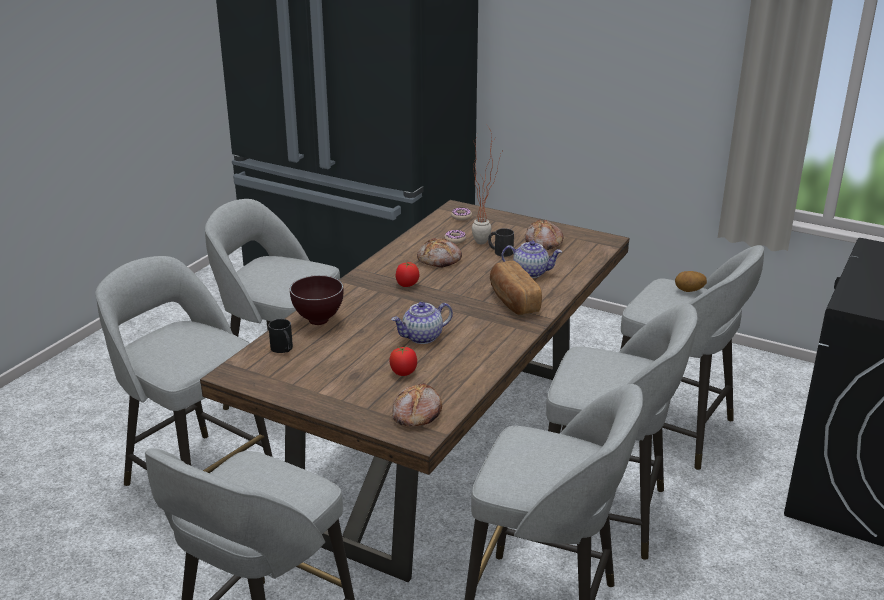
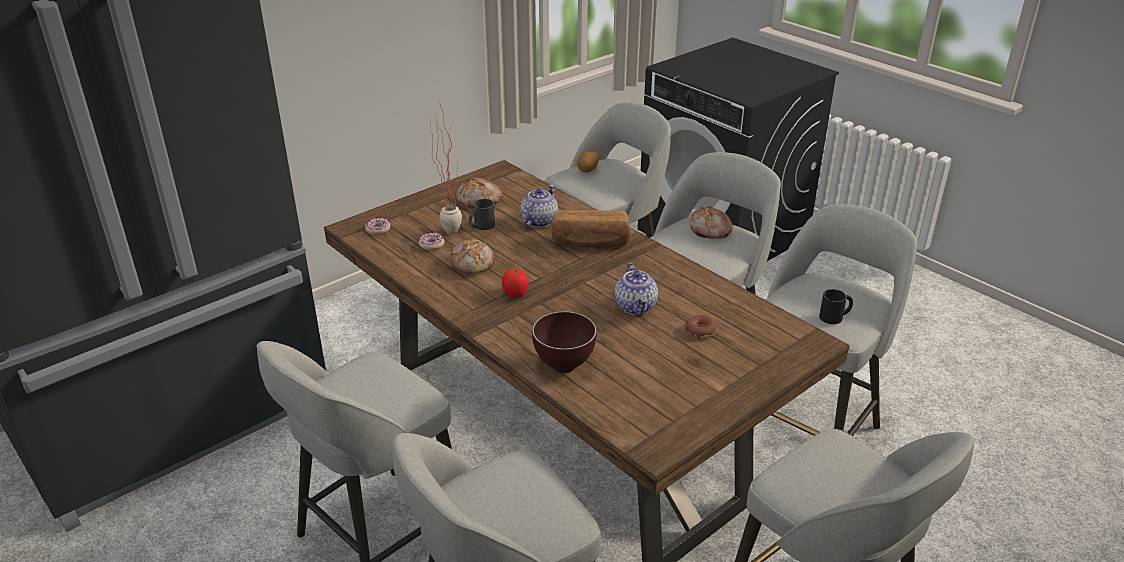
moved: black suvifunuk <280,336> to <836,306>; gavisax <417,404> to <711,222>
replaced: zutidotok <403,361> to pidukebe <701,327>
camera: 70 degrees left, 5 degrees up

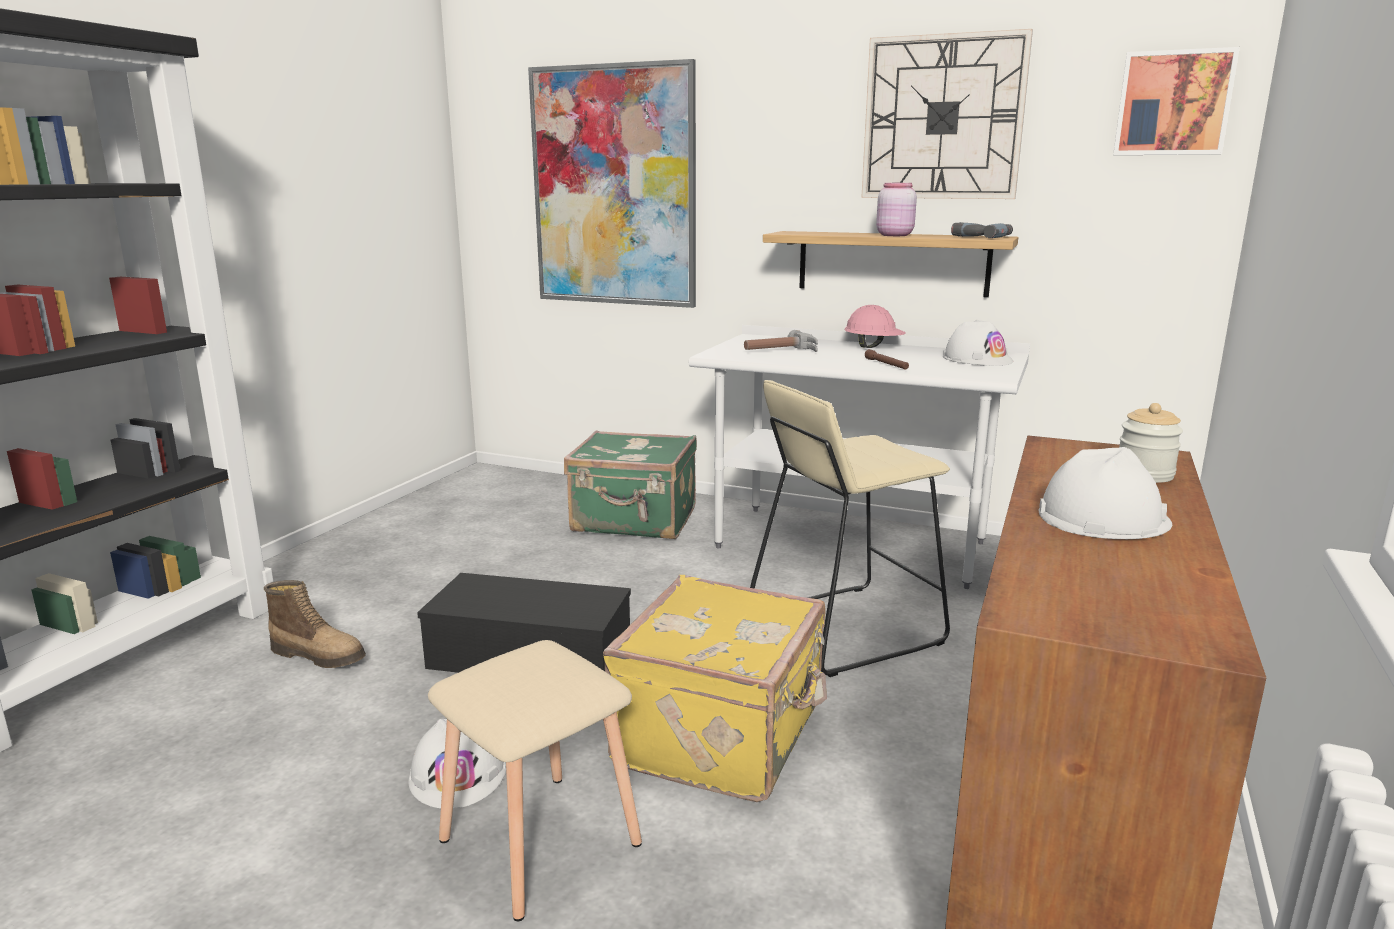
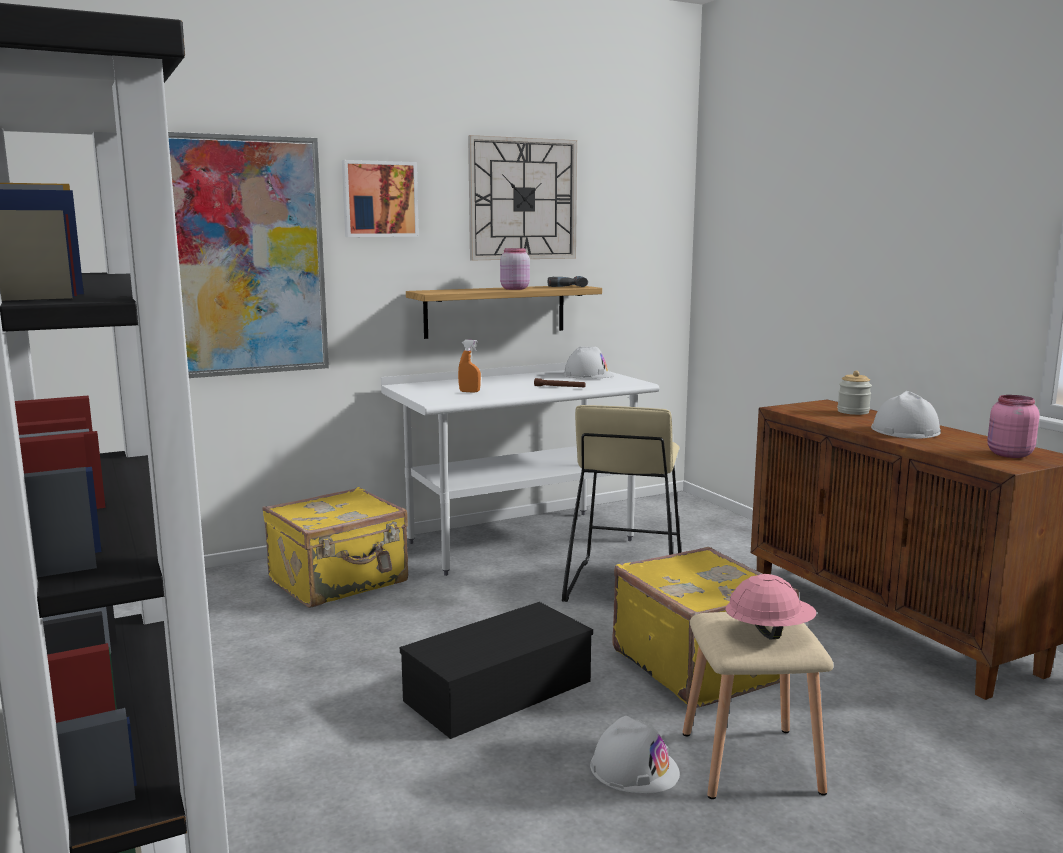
removed: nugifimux <315,624>
added: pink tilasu <1013,426>
moved: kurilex <1176,101> to <380,198>; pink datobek <875,326> to <770,607>
replaced: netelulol <781,341> to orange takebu <469,366>
recoloured: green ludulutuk <630,484> to yellow ludulutuk <335,547>
camera: 50 degrees left, 5 degrees down

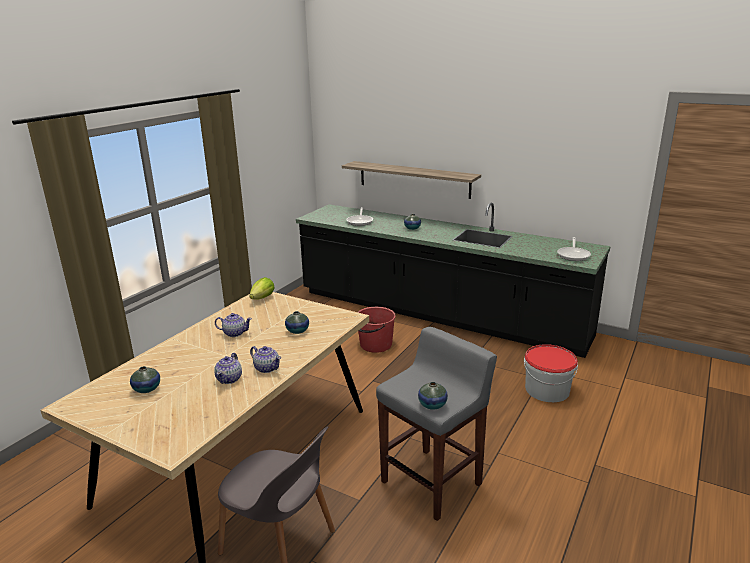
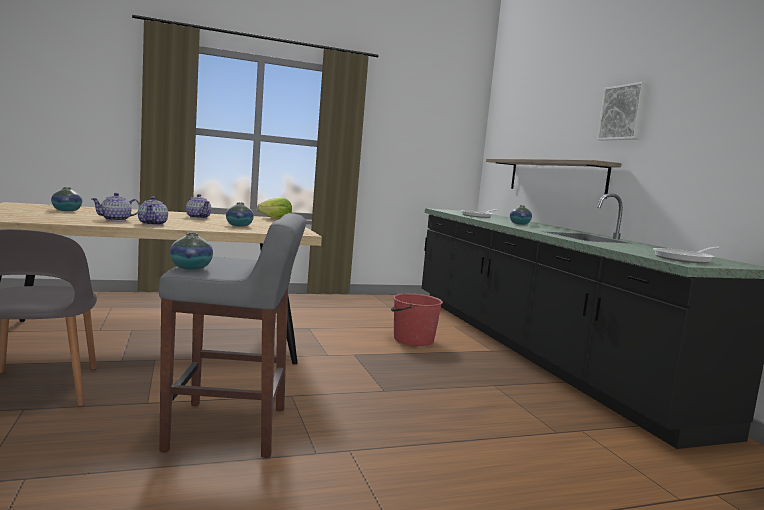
removed: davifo <551,373>
added: kurilex <622,111>
camera: 40 degrees right, 15 degrees down

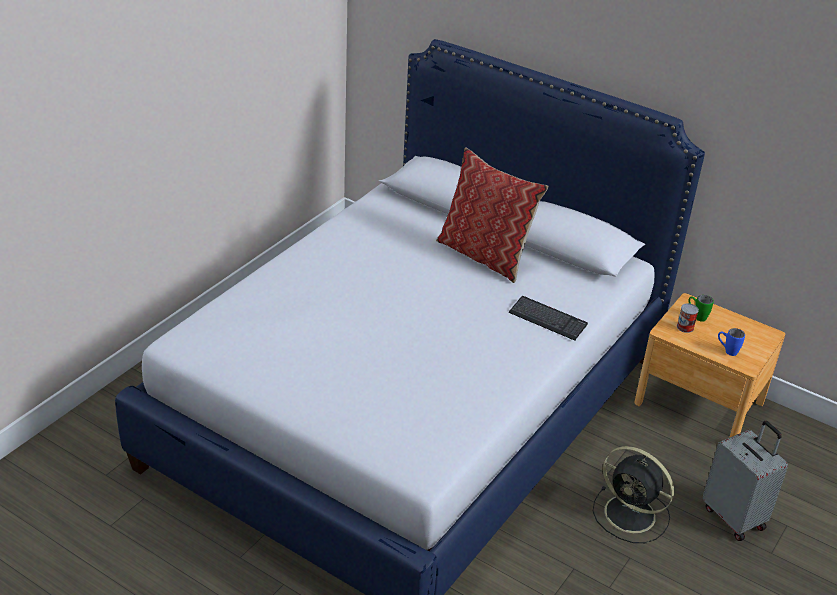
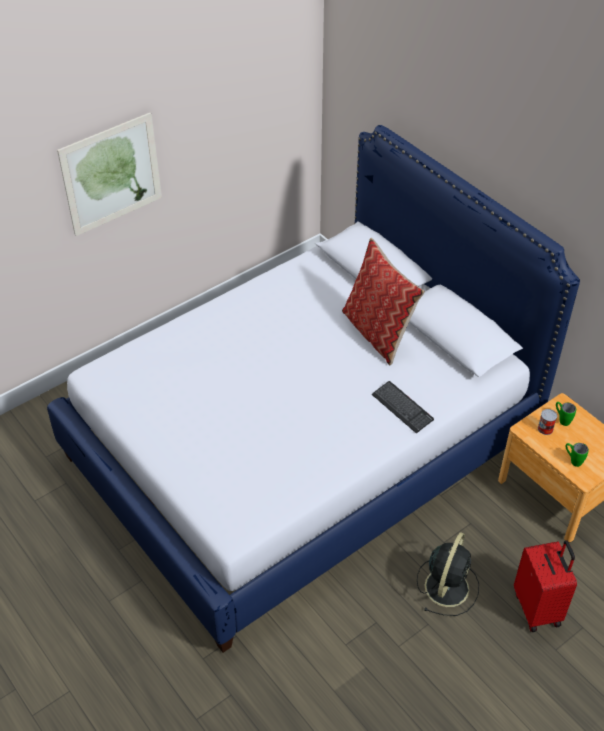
added: kurilex <109,174>
recoloured: blue suvifunuk <731,342> to green suvifunuk <577,455>; grey ludulutuk <745,481> to red ludulutuk <545,586>
turned: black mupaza <633,494> = <448,574> 120 degrees counterclockwise
camera: 20 degrees right, 10 degrees up

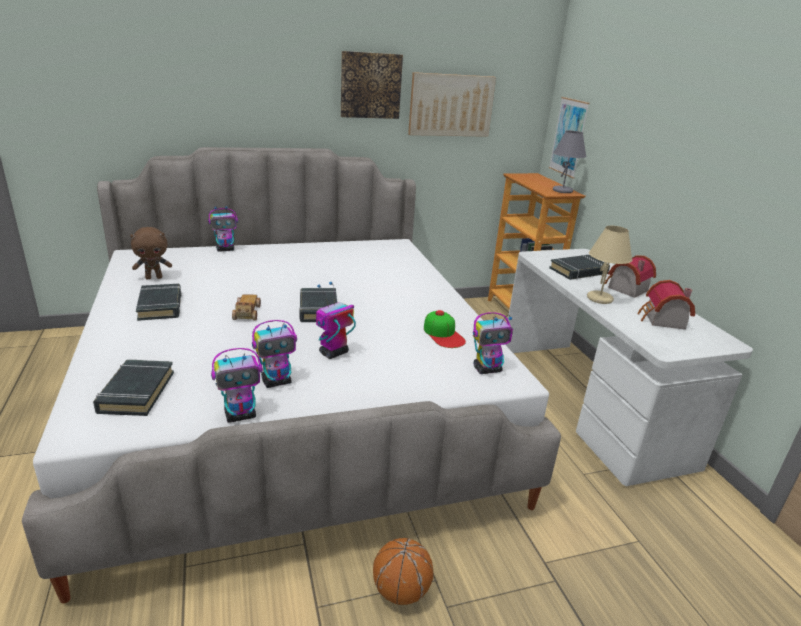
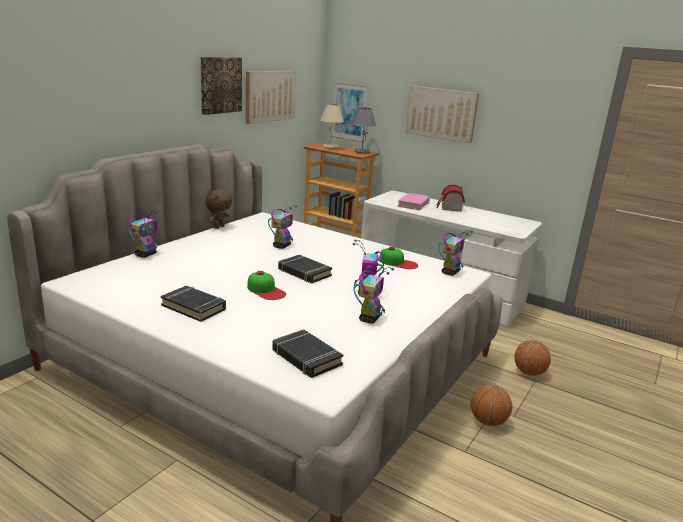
removed: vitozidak <666,305>
added: kurilex <442,114>; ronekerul <533,358>
moved: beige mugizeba <609,265> to <332,126>; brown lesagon <151,253> to <219,209>; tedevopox <237,385> to <282,227>
replaced: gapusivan <246,307> to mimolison <266,285>
recoloured: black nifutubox <579,267> to pink nifutubox <414,201>
camera: 40 degrees left, 5 degrees down

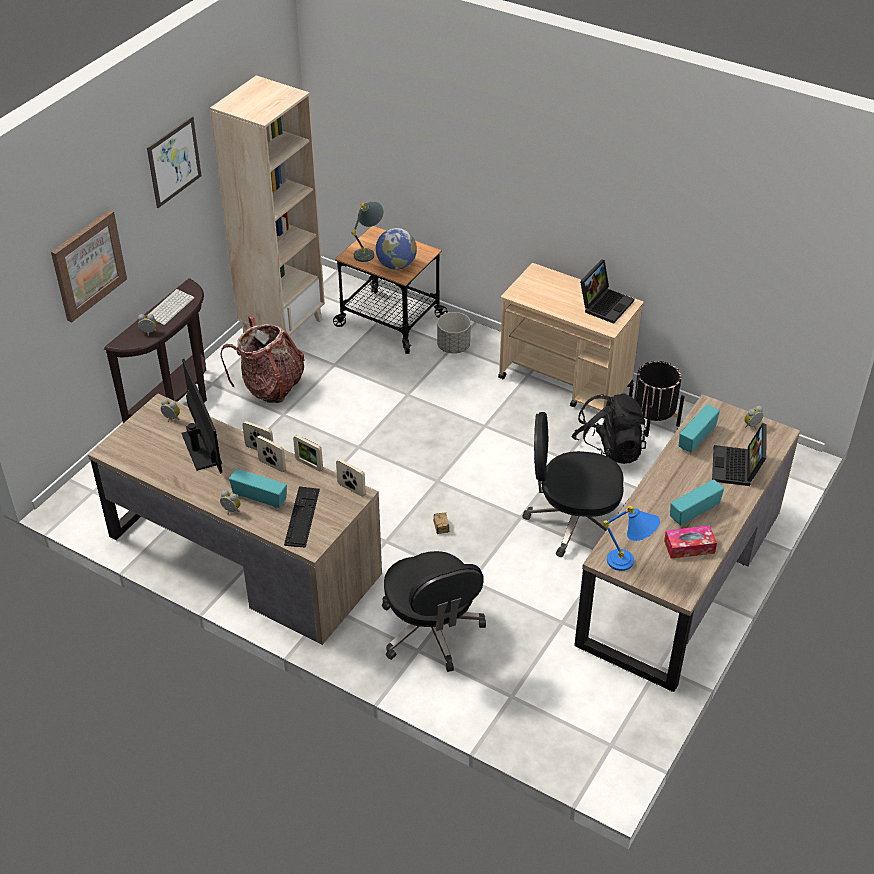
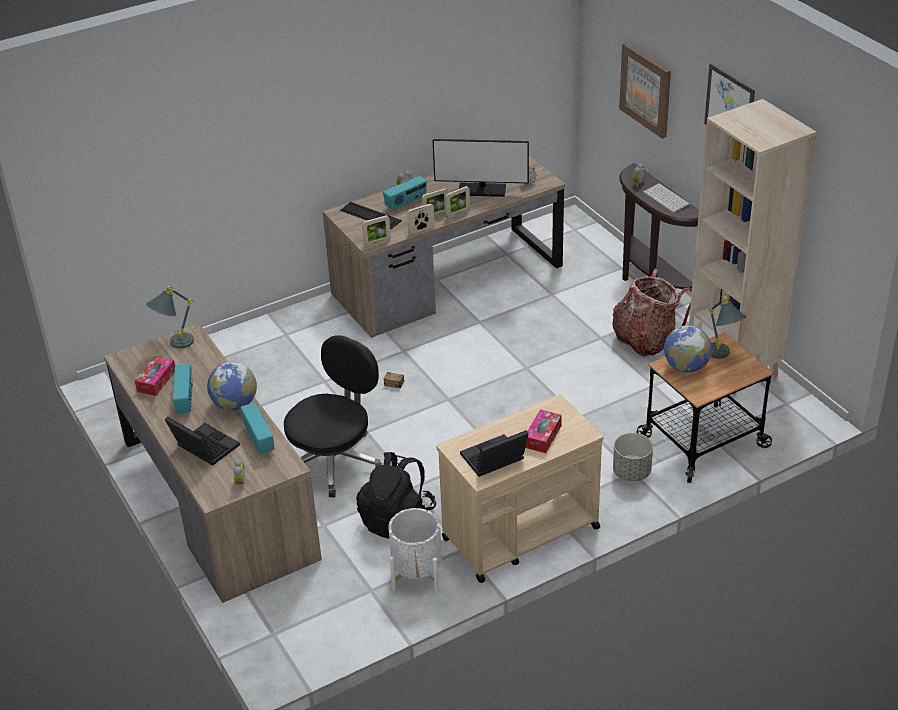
removed: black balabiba <434,611>
added: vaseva <232,386>; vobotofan <543,431>
recoloured: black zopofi <657,399> to white zopofi <415,550>; blue mugizeba <631,538> to grey mugizeba <170,317>
turned: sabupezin <607,291> = <494,453> 90 degrees clockwise
camera: 120 degrees right, 5 degrees down

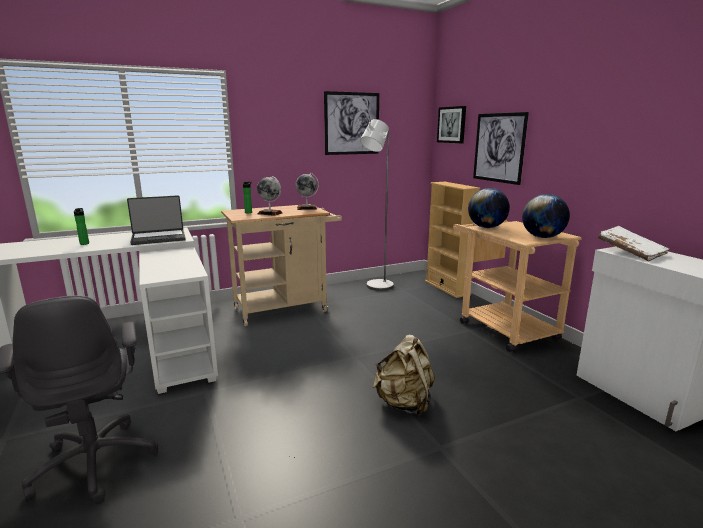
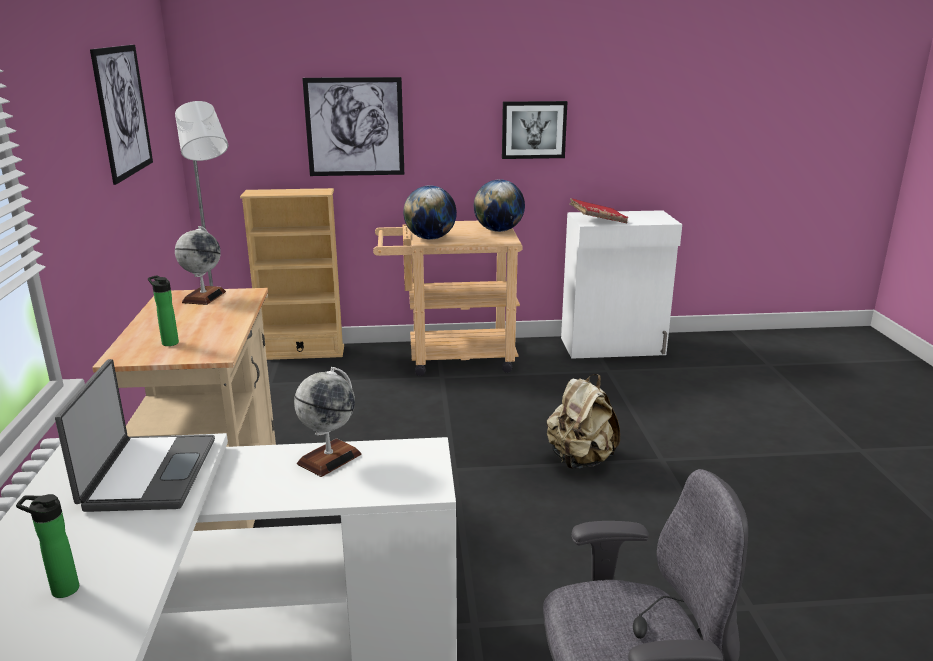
moved: kurilex <451,124> to <534,130>; vaseva <269,196> to <327,422>
recoloured: white nifutubox <633,244> to red nifutubox <599,211>
camera: 70 degrees left, 5 degrees up

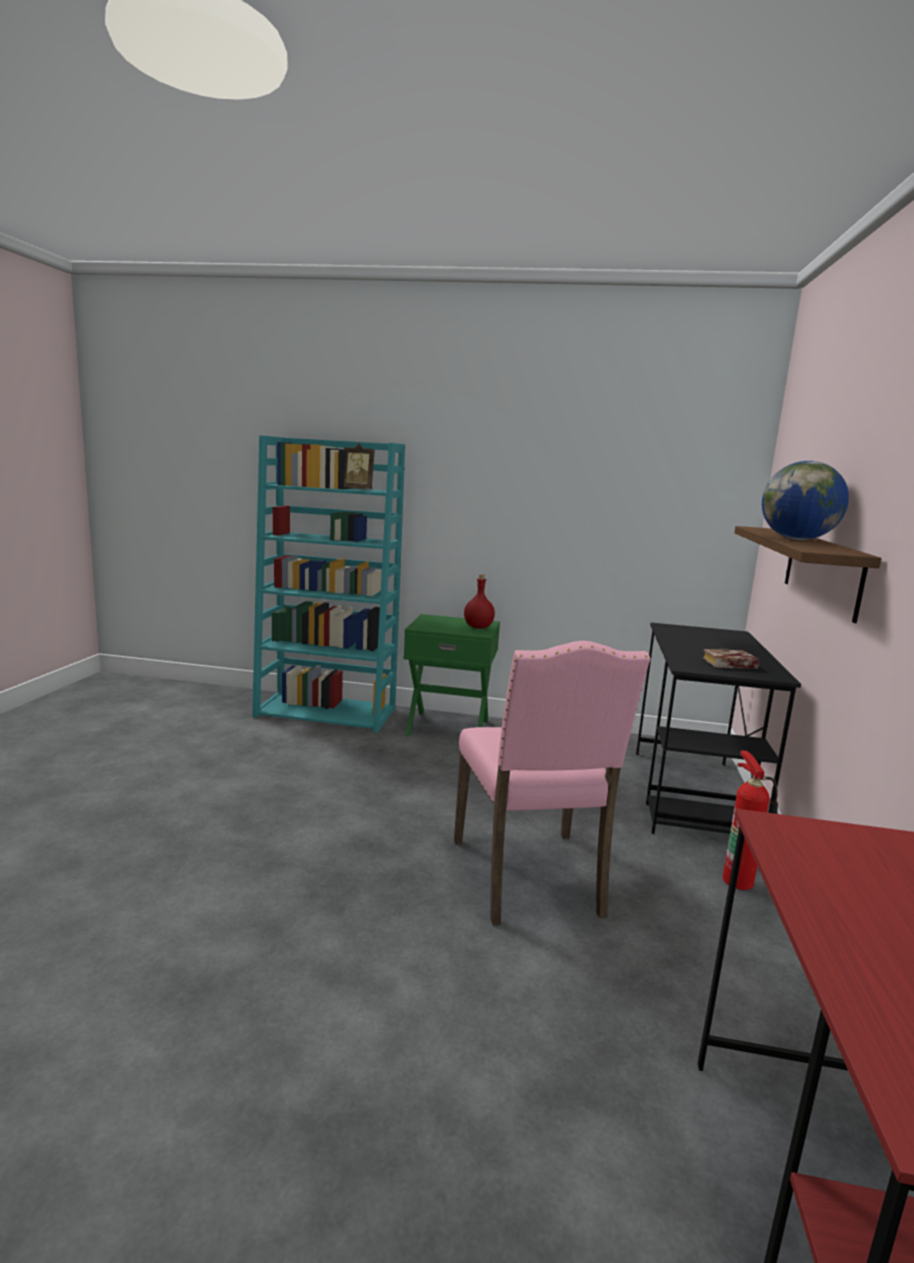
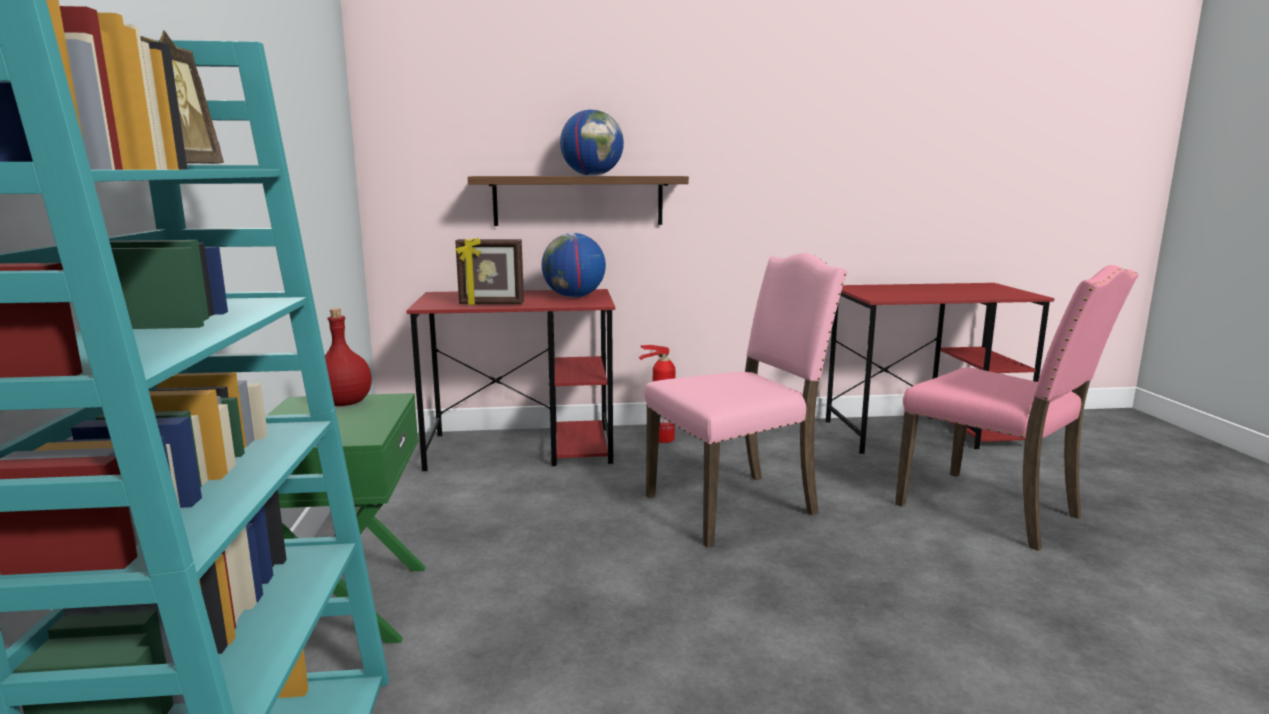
added: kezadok <489,271>; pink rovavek <1017,408>
replaced: nifutubox <730,659> to vaseva <574,265>
recoloured: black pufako <718,728> to red pufako <510,380>
camera: 105 degrees left, 0 degrees up

